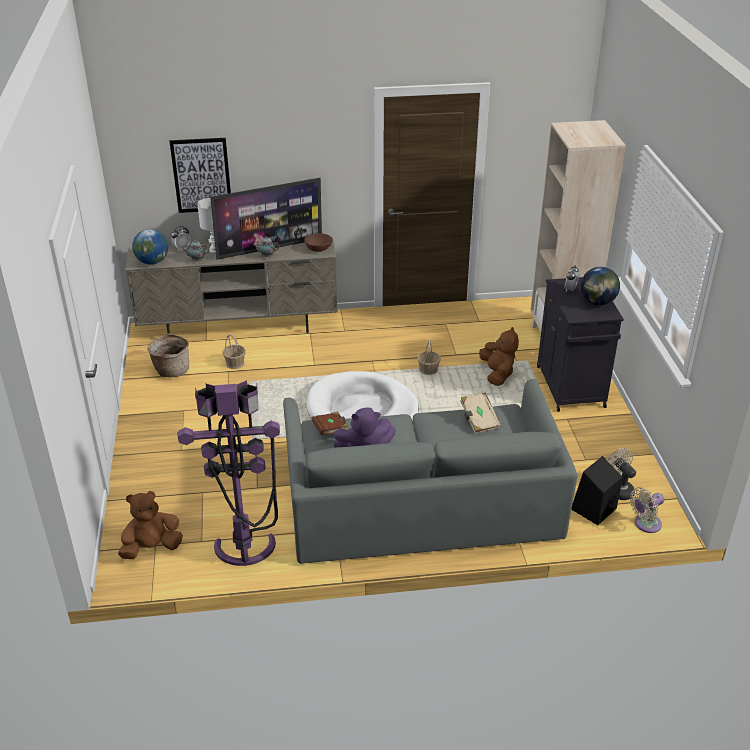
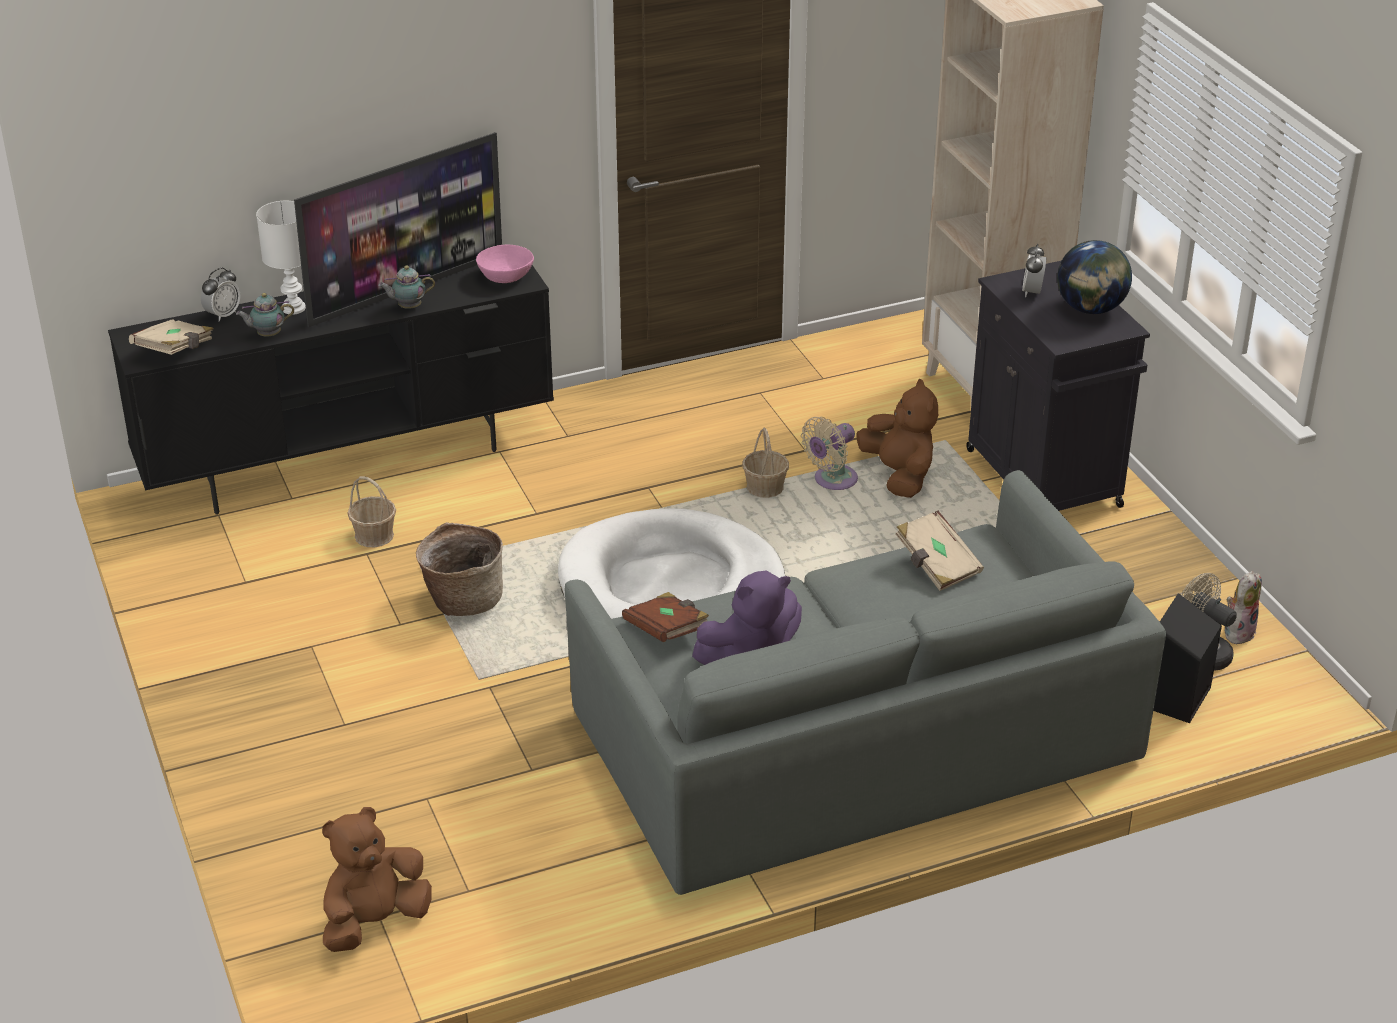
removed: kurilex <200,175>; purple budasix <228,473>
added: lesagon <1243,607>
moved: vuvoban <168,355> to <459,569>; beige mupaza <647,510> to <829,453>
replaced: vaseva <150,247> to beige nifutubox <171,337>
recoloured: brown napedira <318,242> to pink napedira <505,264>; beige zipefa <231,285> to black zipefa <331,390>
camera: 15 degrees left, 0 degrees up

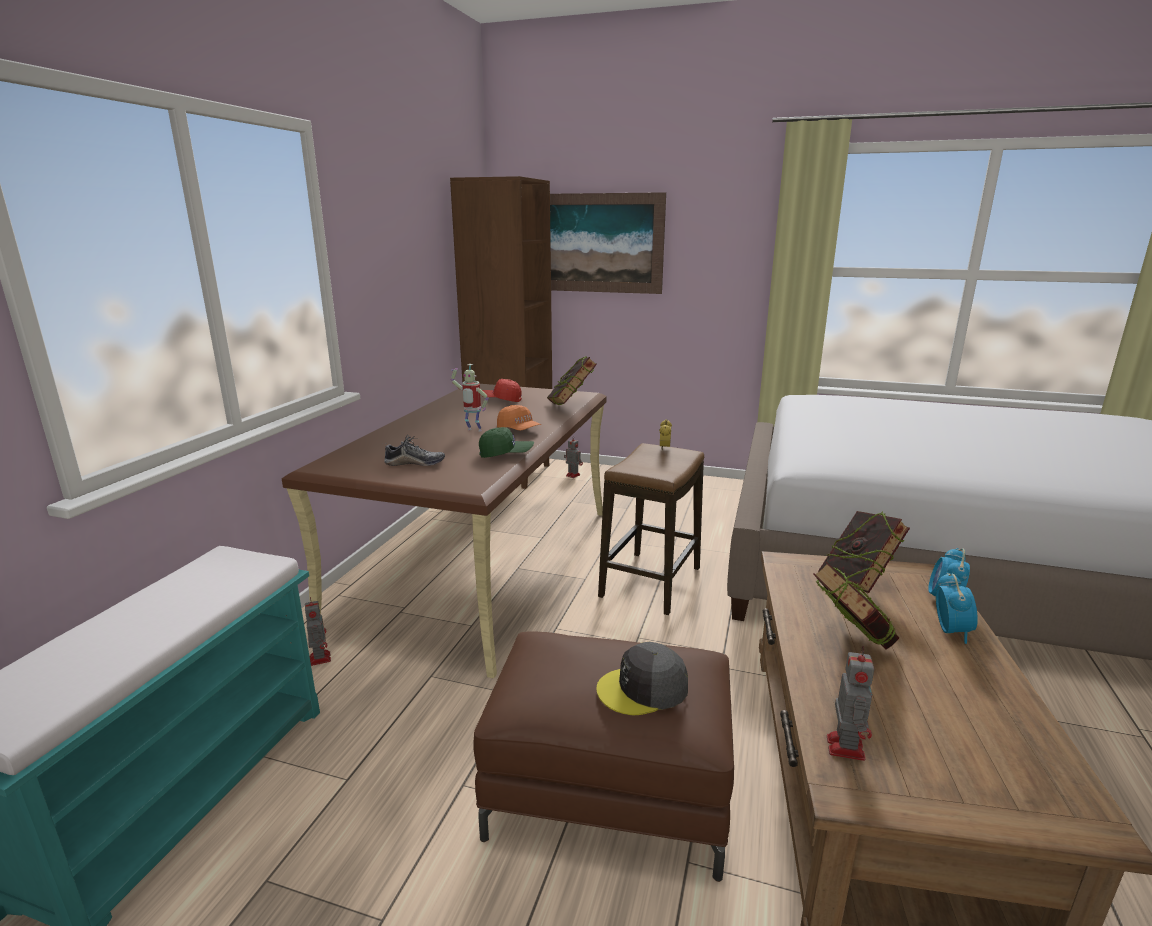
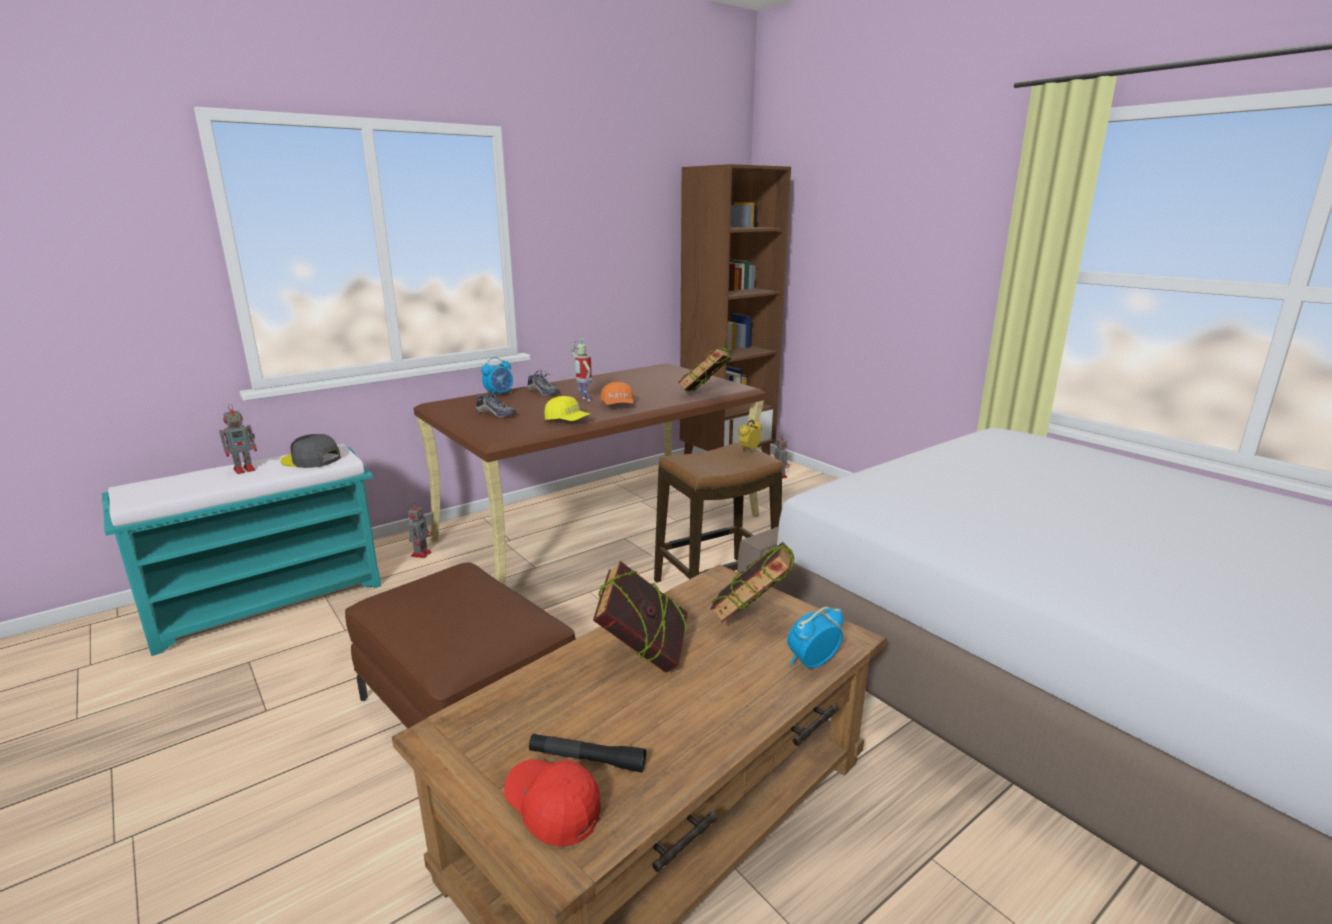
removed: kurilex <608,243>
added: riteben <543,382>; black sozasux <587,753>
moved: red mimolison <501,390> to <552,802>; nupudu <957,608> to <497,376>; grey mimolison <642,678> to <311,451>; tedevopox <850,703> to <238,439>
recoloured: green mimolison <506,442> to yellow mimolison <567,408>
camera: 35 degrees right, 0 degrees up

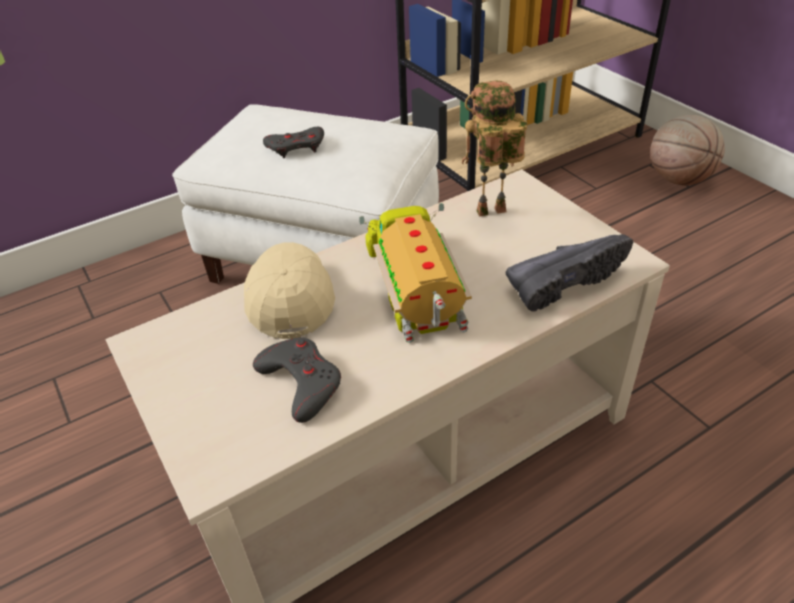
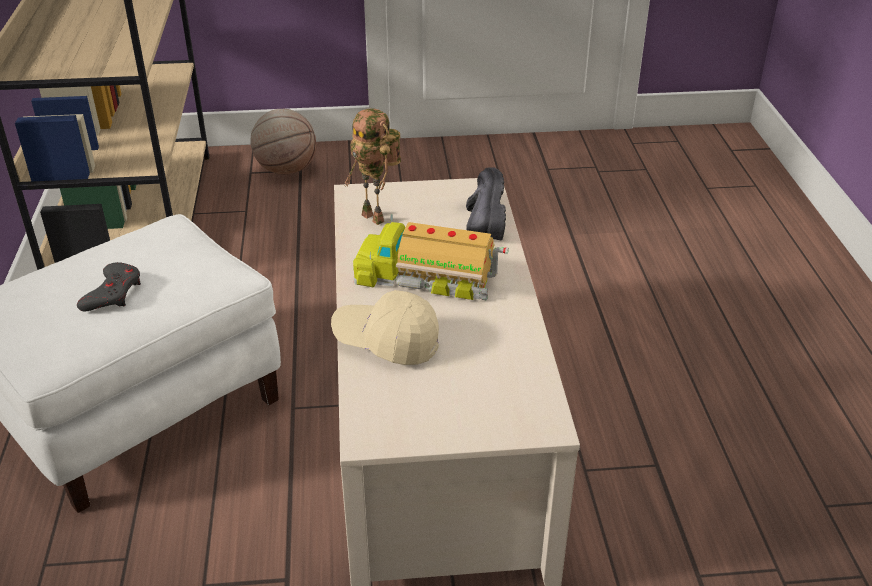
removed: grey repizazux <297,380>
turned: tedevopox <494,148> = <372,166> 60 degrees counterclockwise
camera: 65 degrees left, 5 degrees down

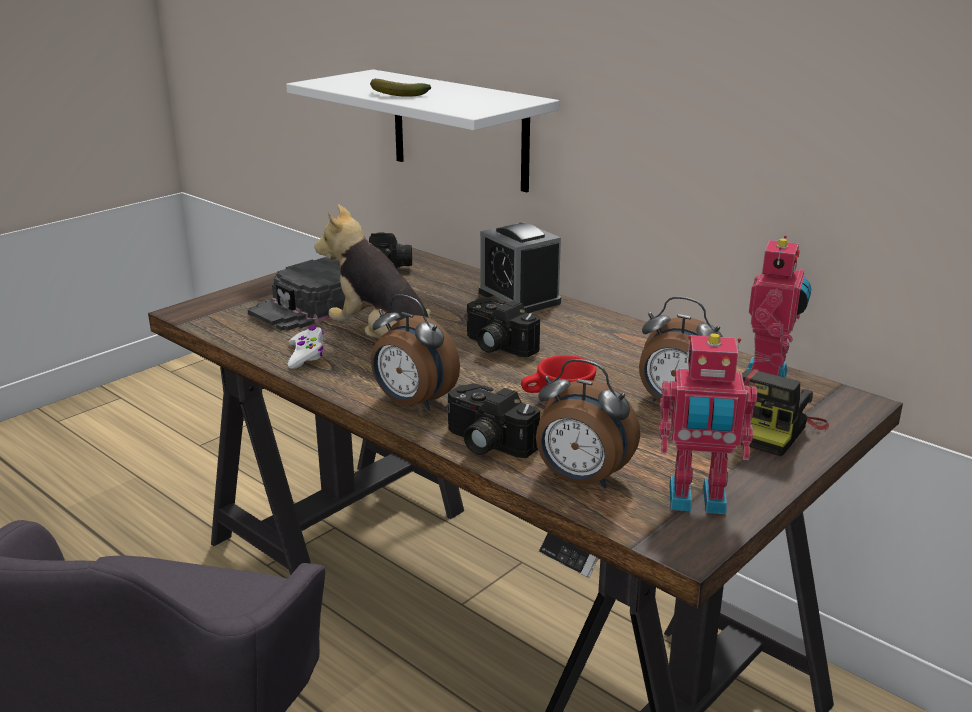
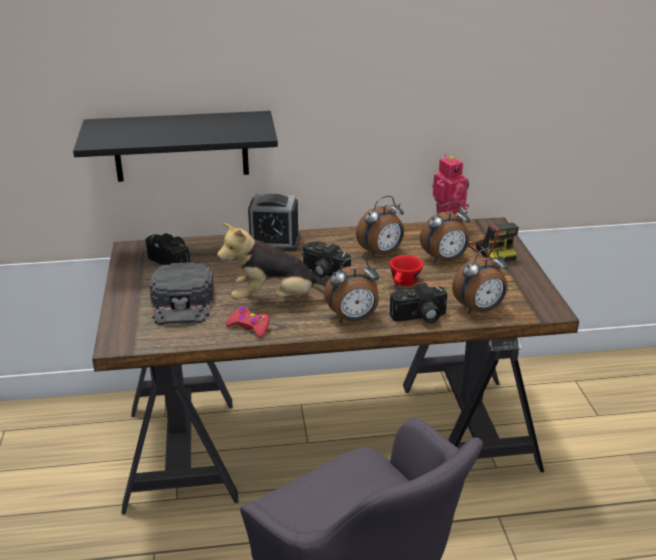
removed: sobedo <400,87>; tedevopox <708,423>
added: nupudu <380,226>
recoloured: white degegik <422,130> to black degegik <175,146>; white repizazux <306,347> to red repizazux <248,322>
turned: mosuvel <502,328> = <326,259> 45 degrees clockwise
camera: 50 degrees left, 5 degrees up

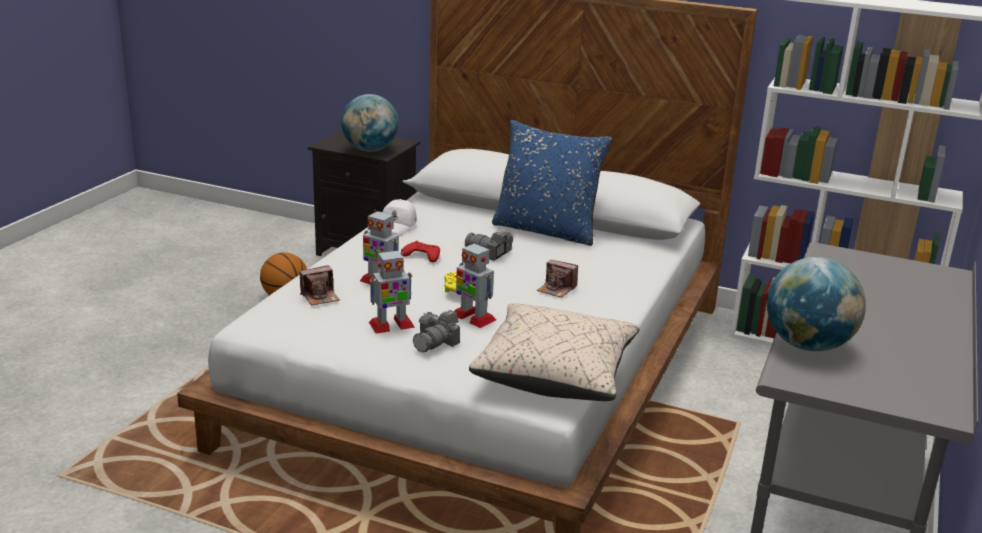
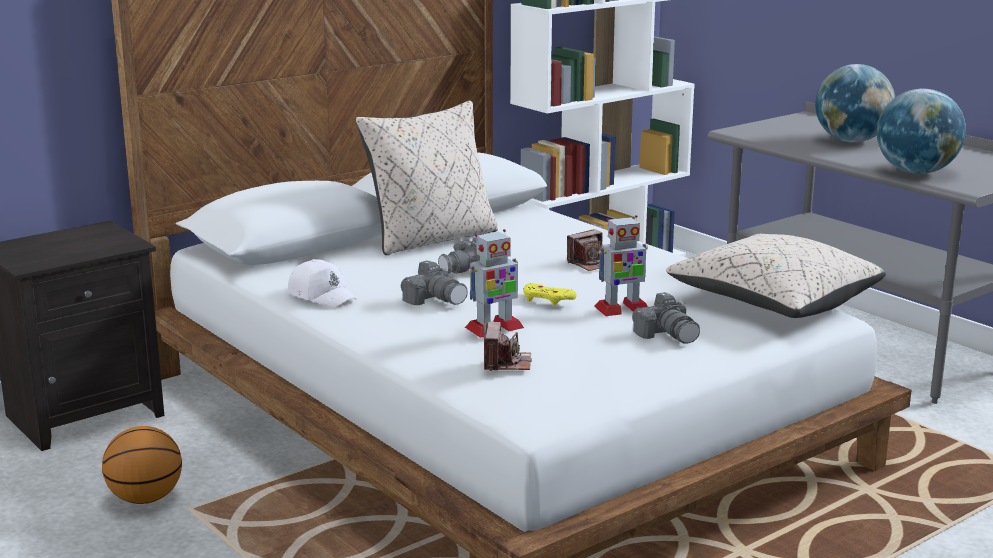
removed: tedevopox <392,291>
moved: vaseva <370,123> to <855,103>
replaced: red repizazux <420,251> to mosuvel <434,282>
recoloured: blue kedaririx <552,183> to beige kedaririx <427,178>
camera: 60 degrees left, 5 degrees down

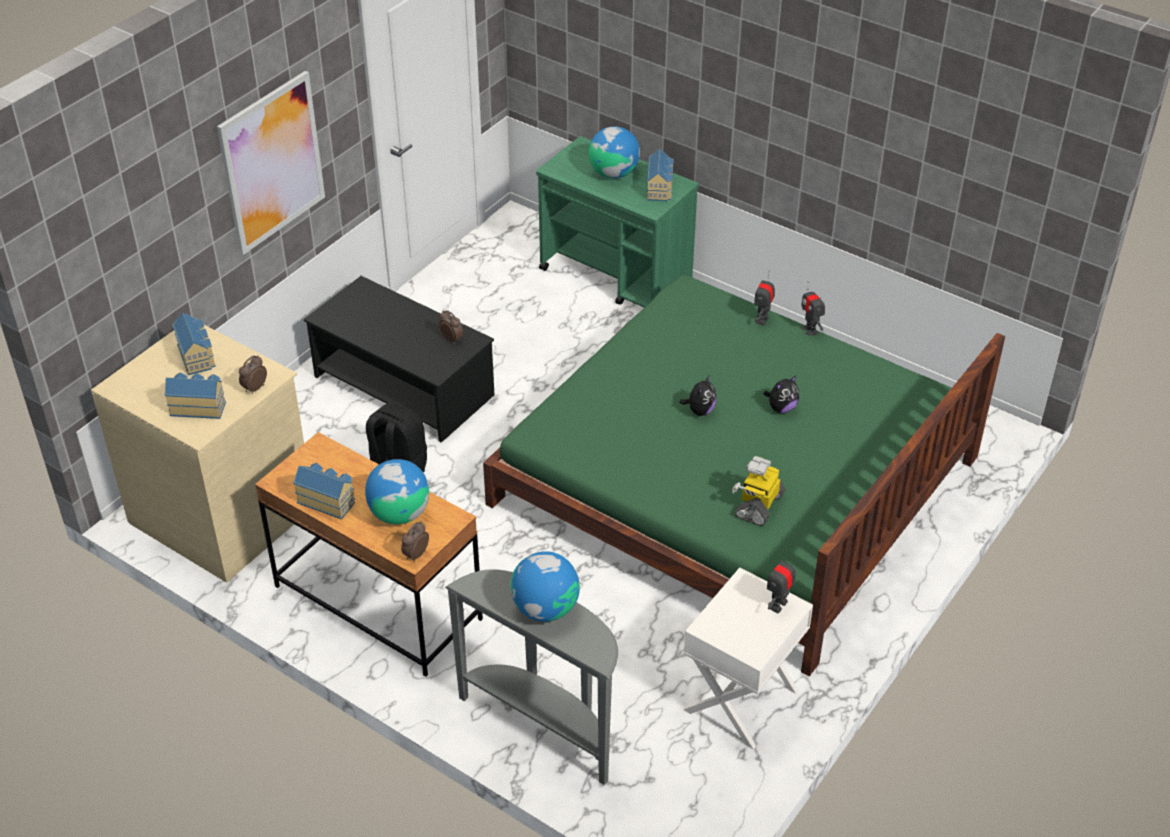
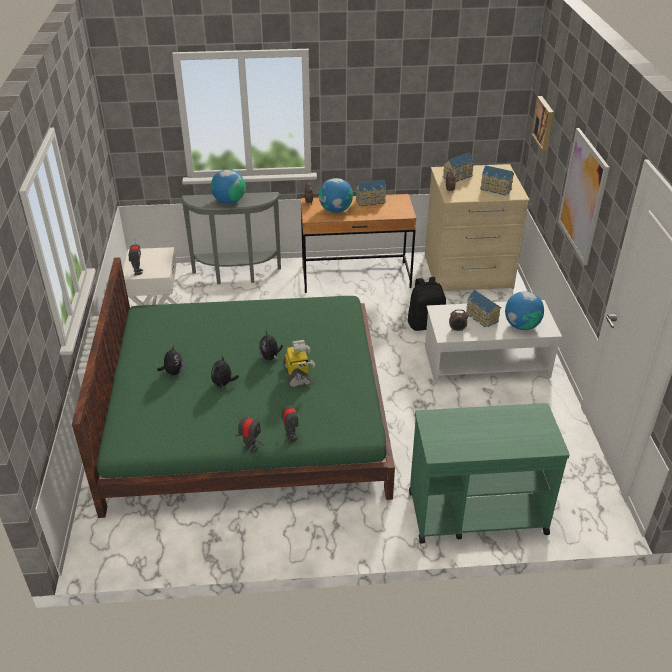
added: kurilex <542,124>; lesagon <170,359>
moved: vaseva <614,152> to <524,310>; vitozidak <660,175> to <483,308>; tedevopox <759,491> to <299,364>
recoloured: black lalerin <399,359> to white lalerin <493,342>
camera: 140 degrees right, 5 degrees down

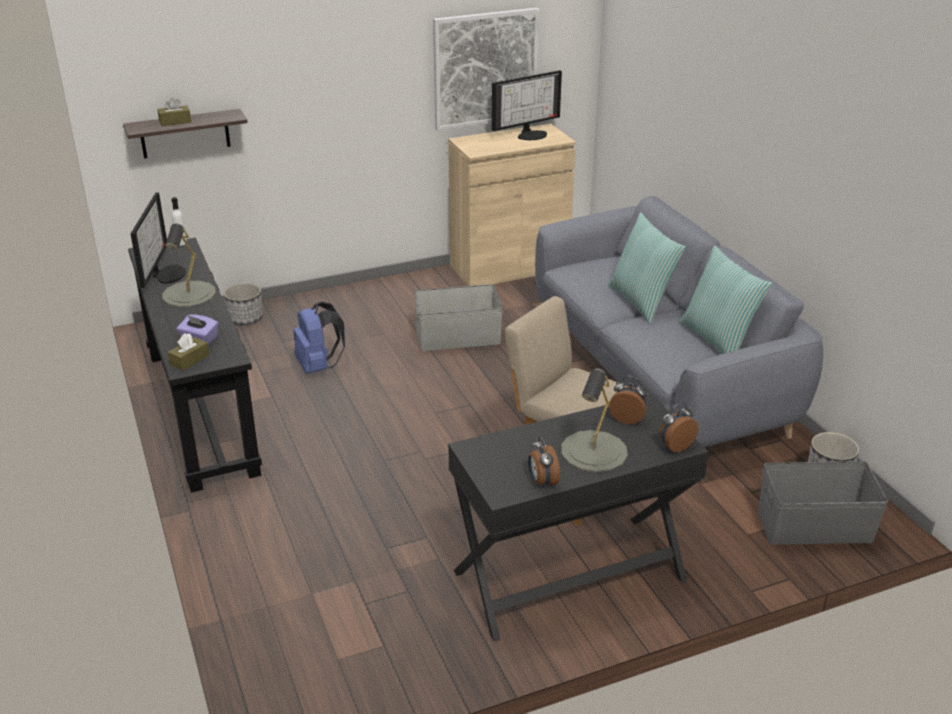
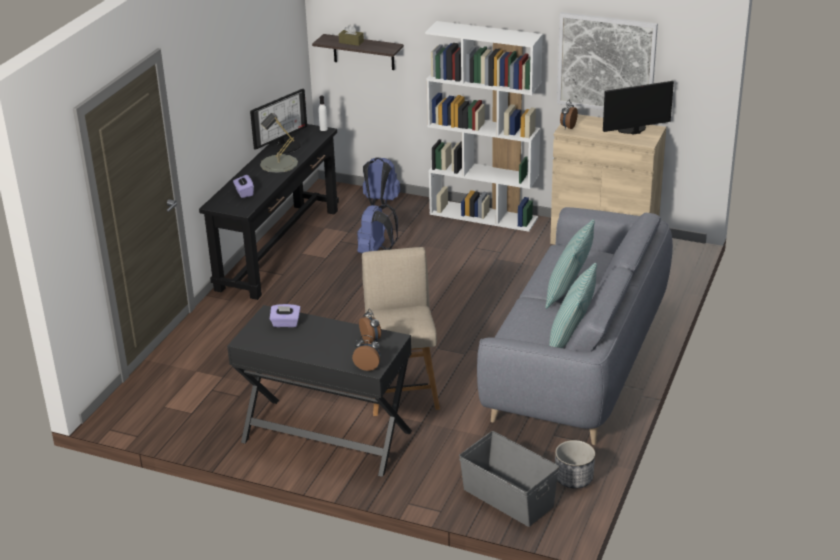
removed: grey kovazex <458,317>; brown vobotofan <189,352>; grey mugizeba <594,420>
added: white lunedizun <484,126>; purple vobotofan <285,315>
moved: nupudu <544,463> to <569,114>
replaced: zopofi <243,304> to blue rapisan <381,181>
turned: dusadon <527,105> = <638,108> 150 degrees clockwise
camera: 45 degrees right, 0 degrees up

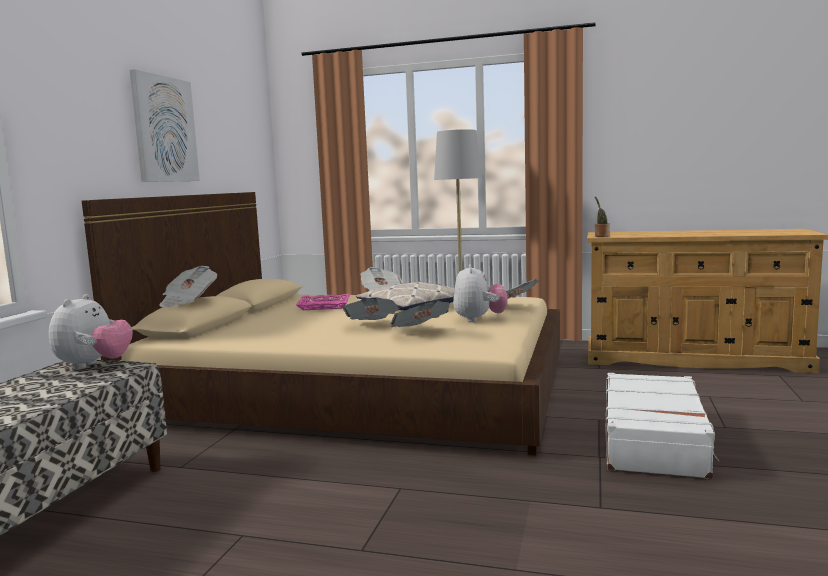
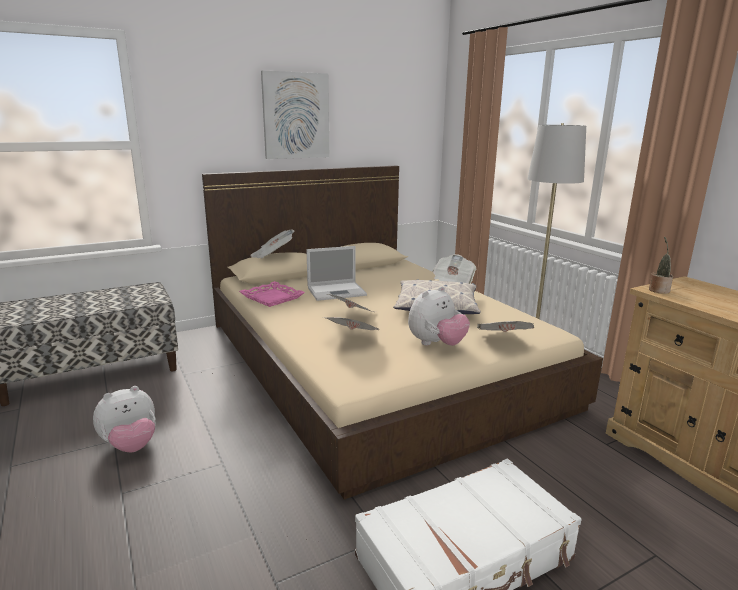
added: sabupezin <336,273>
moved: lesagon <91,332> to <124,419>; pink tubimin <323,302> to <272,294>
camera: 45 degrees right, 10 degrees up

